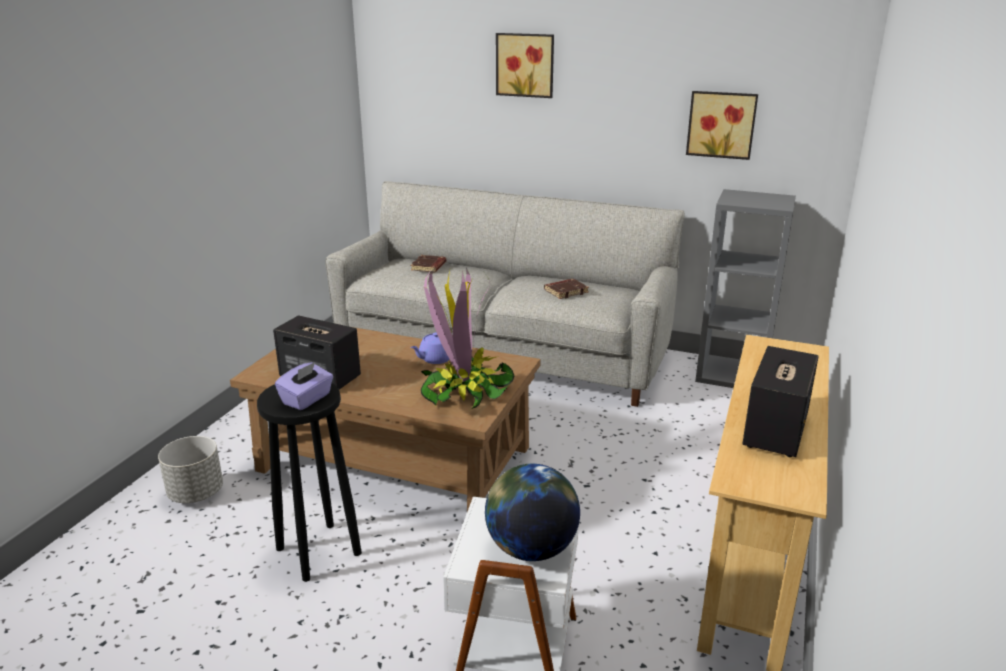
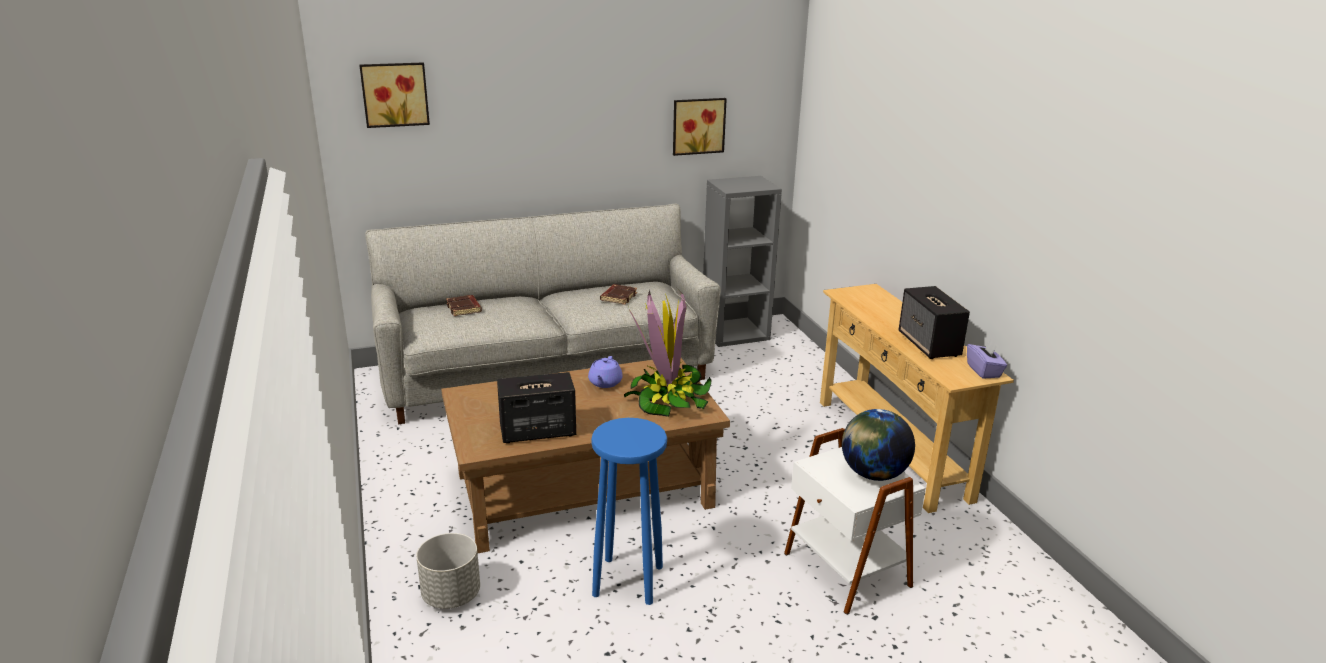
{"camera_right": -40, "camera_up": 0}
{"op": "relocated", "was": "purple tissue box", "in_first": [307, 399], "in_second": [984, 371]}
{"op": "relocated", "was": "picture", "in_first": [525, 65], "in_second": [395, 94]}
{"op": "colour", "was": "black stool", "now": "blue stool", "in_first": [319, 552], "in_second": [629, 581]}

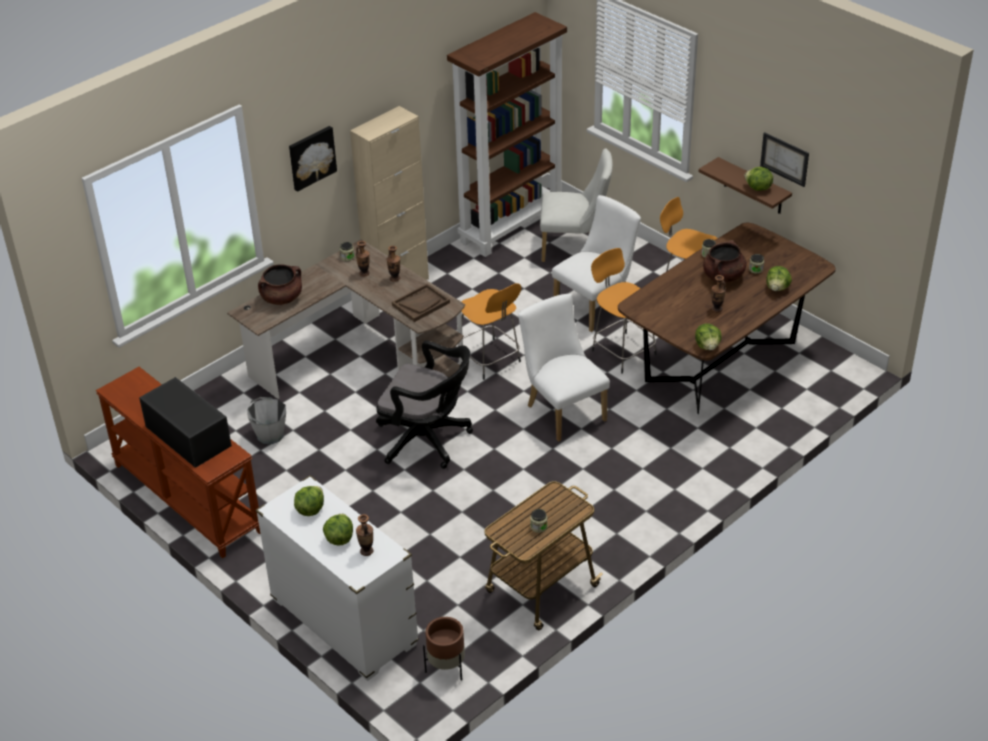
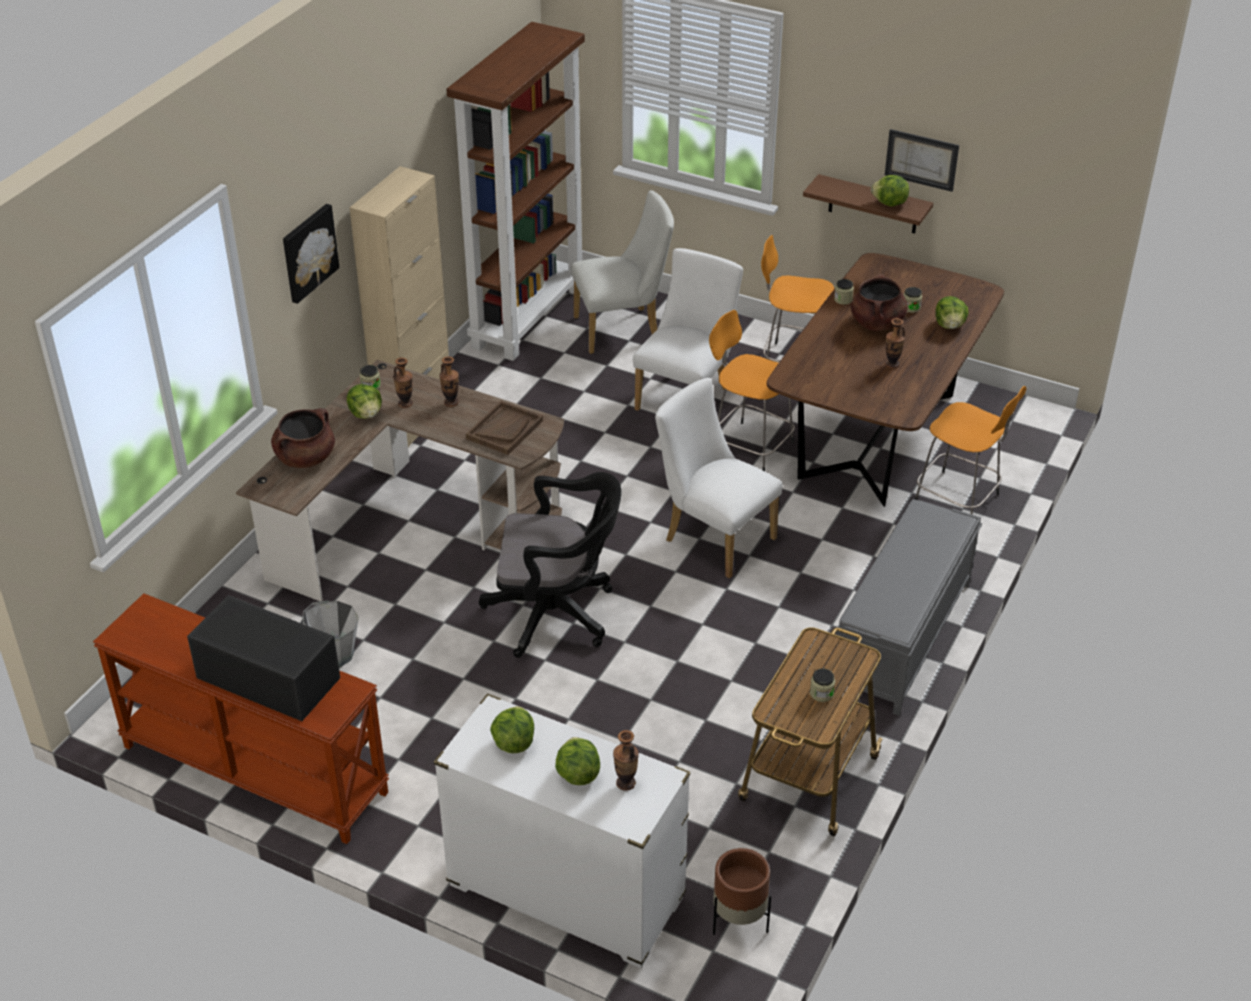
{"camera_right": -20, "camera_up": 0}
{"op": "appeared", "now": "grey bench", "in_second": [902, 637]}
{"op": "relocated", "was": "orange stool", "in_first": [490, 360], "in_second": [959, 500]}
{"op": "relocated", "was": "lettuce", "in_first": [707, 346], "in_second": [366, 414]}

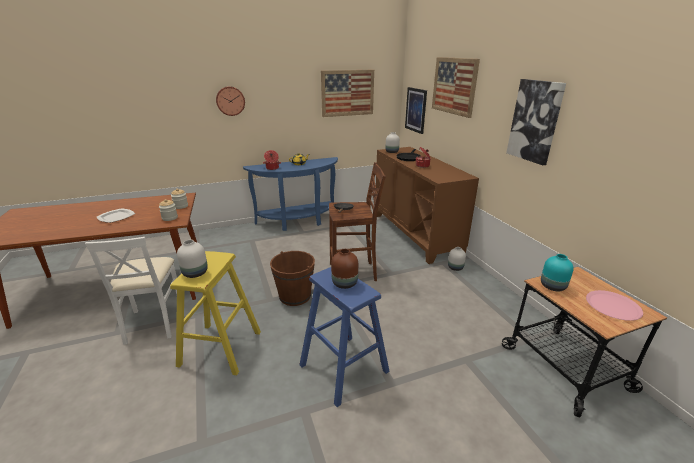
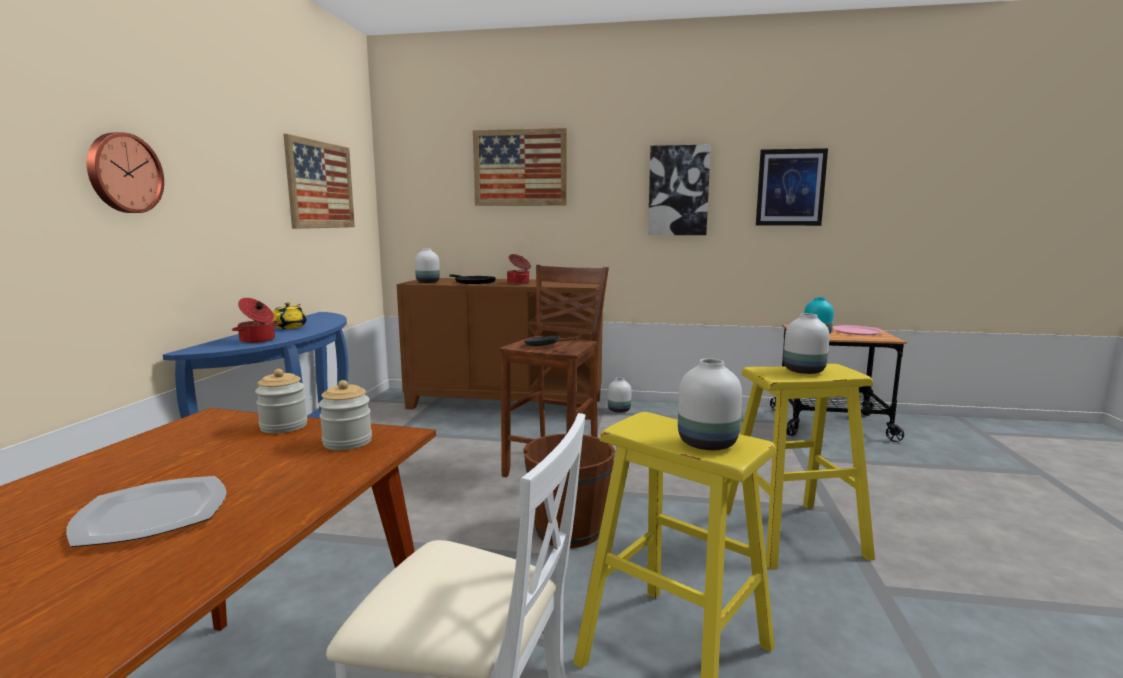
{"camera_right": -60, "camera_up": -15}
{"op": "relocated", "was": "picture", "in_first": [416, 110], "in_second": [790, 187]}
{"op": "colour", "was": "blue stool", "now": "yellow stool", "in_first": [344, 368], "in_second": [792, 534]}
{"op": "colour", "was": "brown vase", "now": "white vase", "in_first": [345, 283], "in_second": [803, 371]}

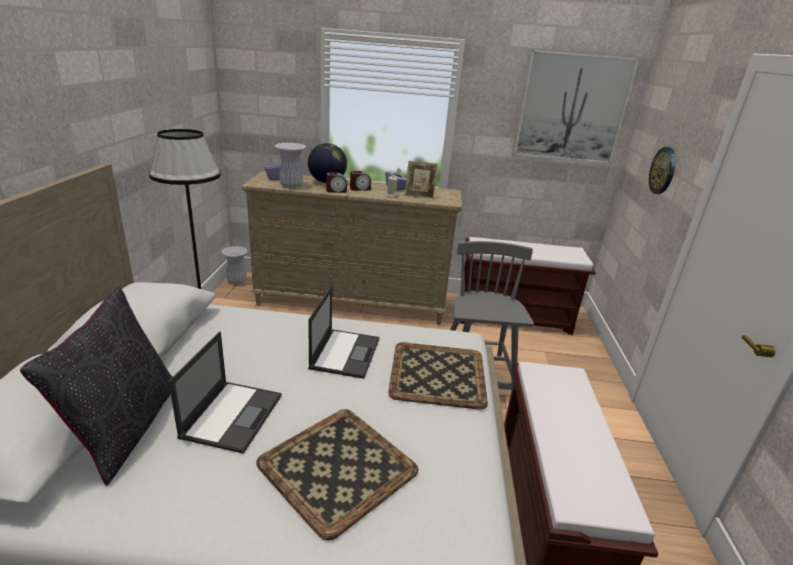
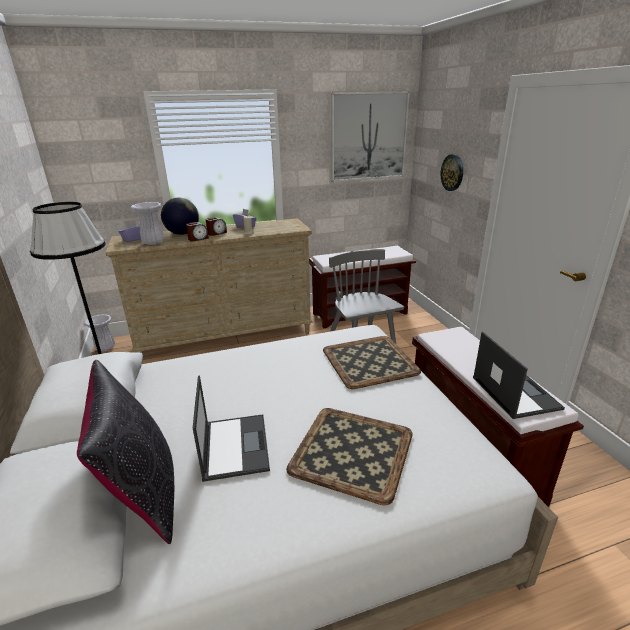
{"camera_right": -20, "camera_up": 0}
{"op": "missing", "was": "picture frame", "in_first": [419, 196]}
{"op": "relocated", "was": "laptop", "in_first": [345, 353], "in_second": [514, 392]}

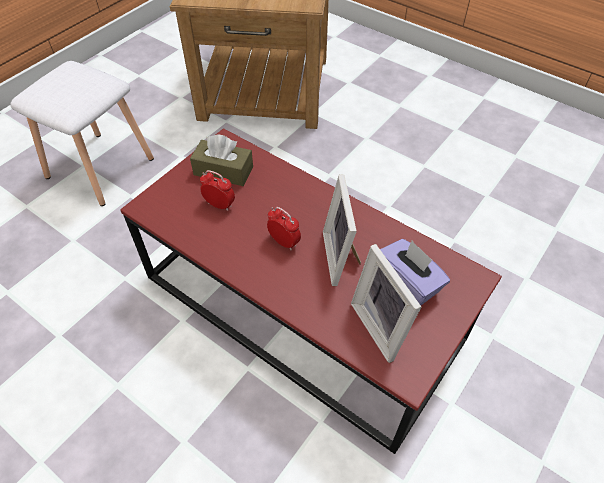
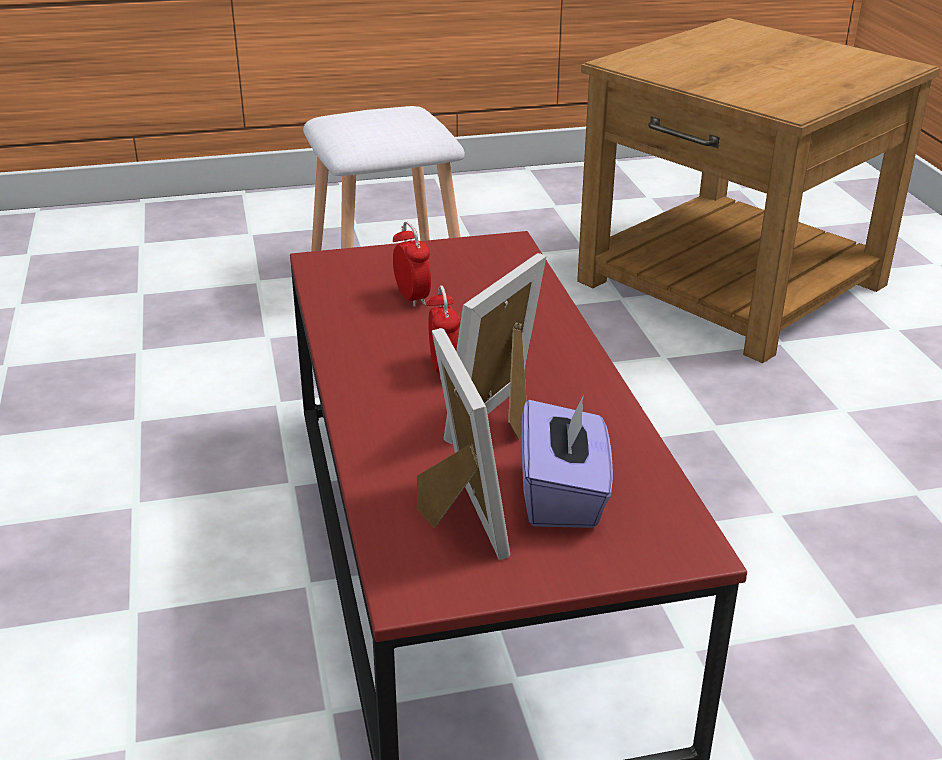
{"camera_right": 40, "camera_up": -20}
{"op": "missing", "was": "brown tissue box", "in_first": [223, 171]}
{"op": "spun", "was": "picture frame", "in_first": [383, 326], "in_second": [456, 518], "clockwise": 150}

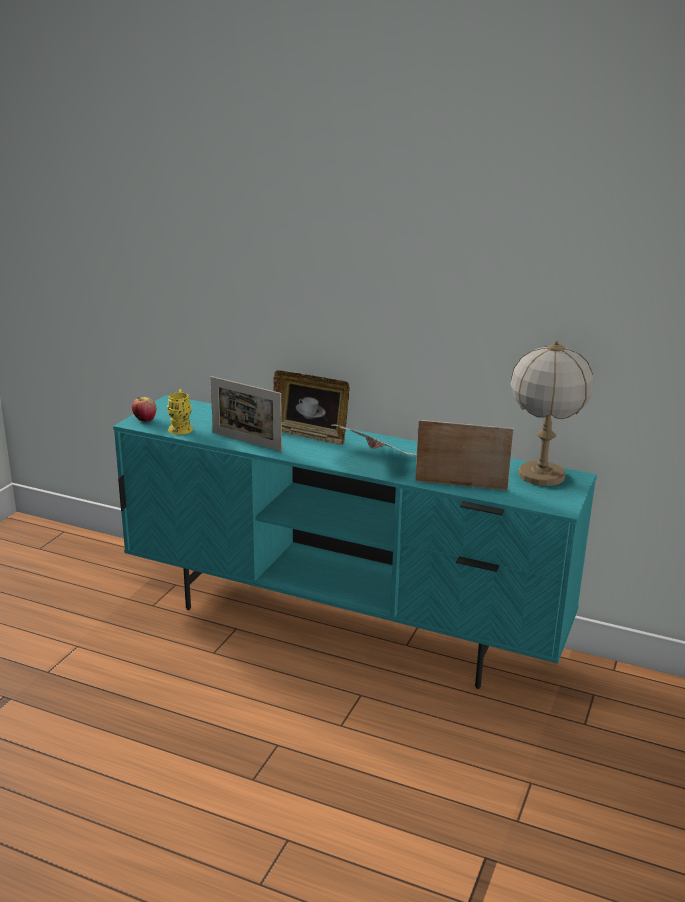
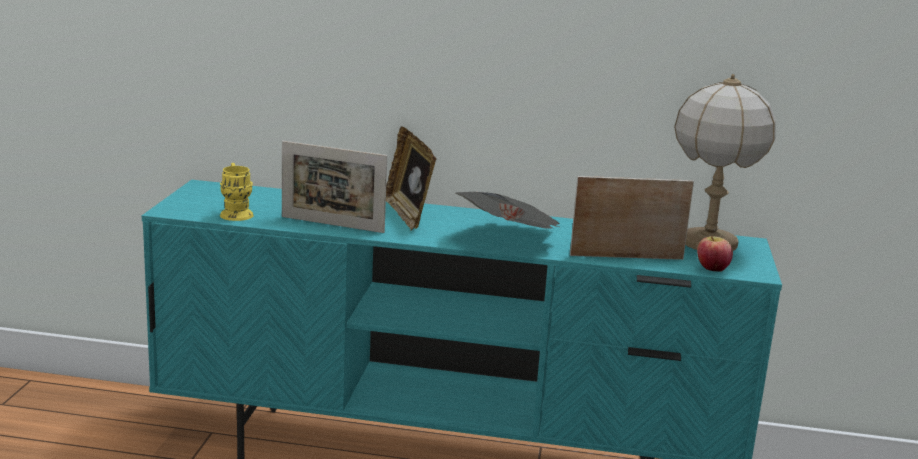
{"camera_right": -15, "camera_up": -5}
{"op": "relocated", "was": "apple", "in_first": [145, 420], "in_second": [712, 269]}
{"op": "spun", "was": "picture frame", "in_first": [310, 435], "in_second": [408, 214], "clockwise": 60}

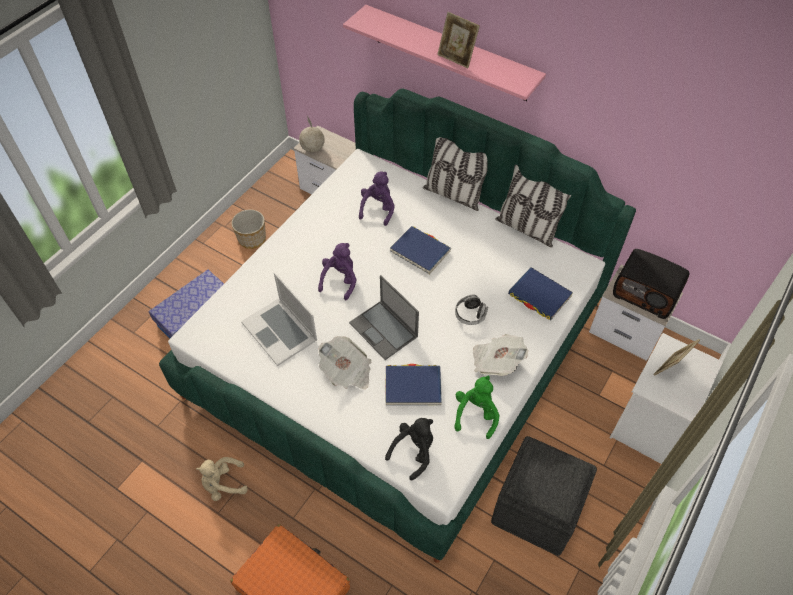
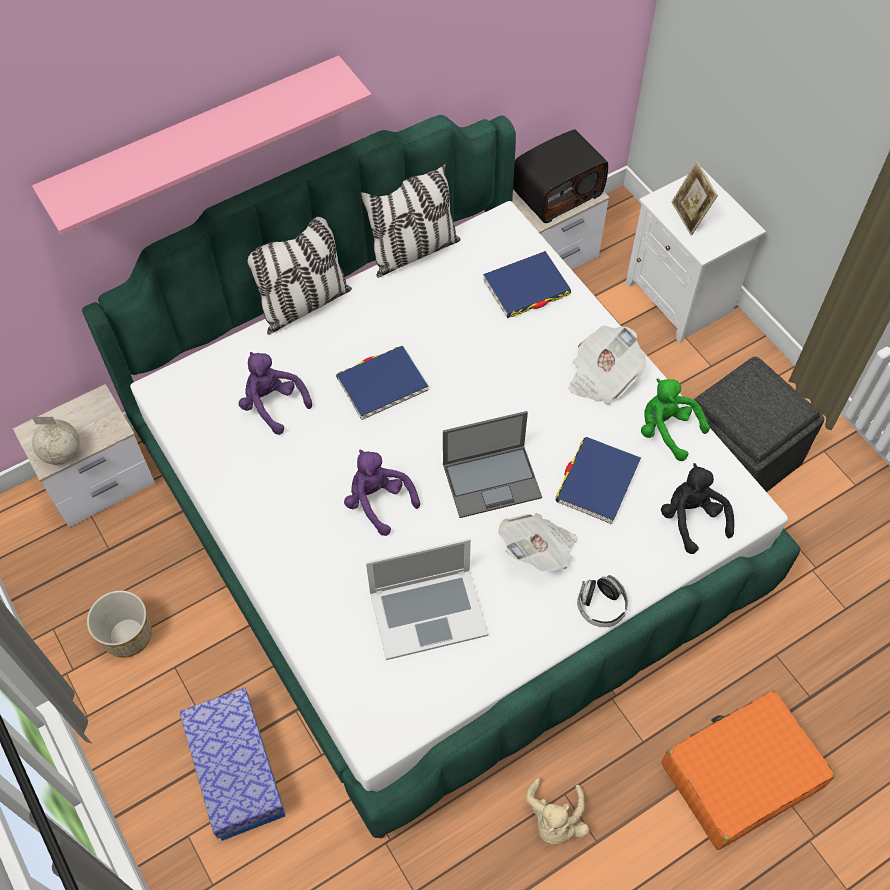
{"camera_right": -65, "camera_up": 5}
{"op": "missing", "was": "picture frame", "in_first": [456, 58]}
{"op": "relocated", "was": "headphones", "in_first": [470, 315], "in_second": [601, 606]}

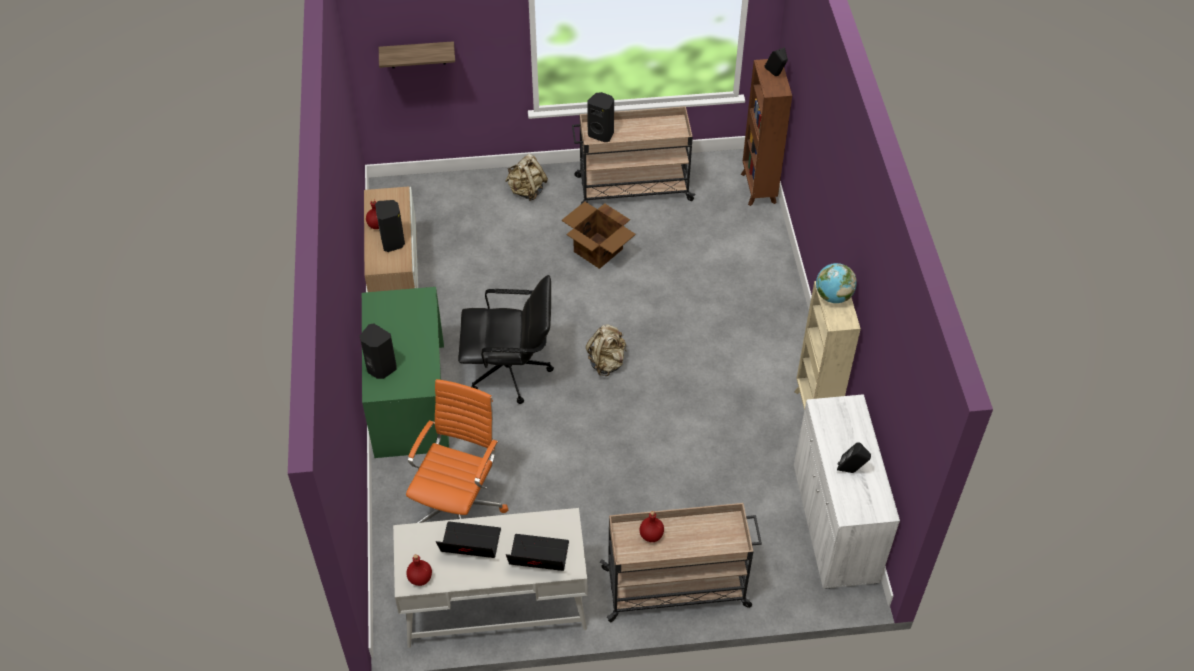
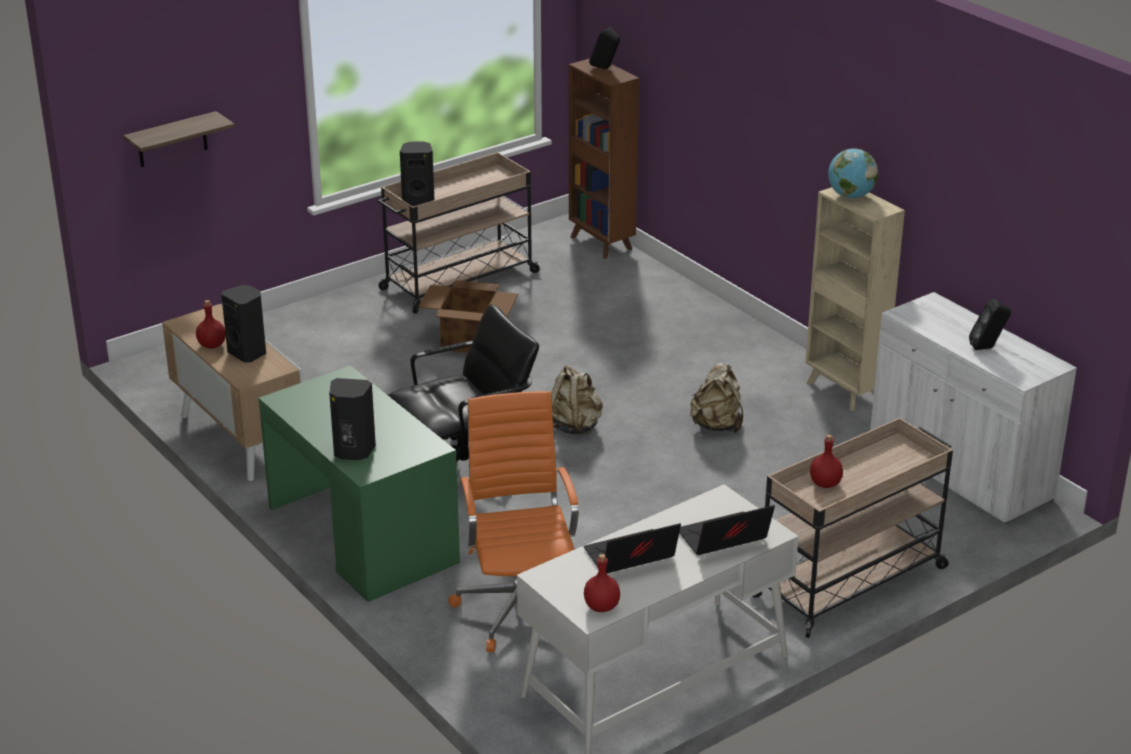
{"camera_right": -30, "camera_up": -20}
{"op": "relocated", "was": "beige backpack", "in_first": [526, 191], "in_second": [717, 425]}

